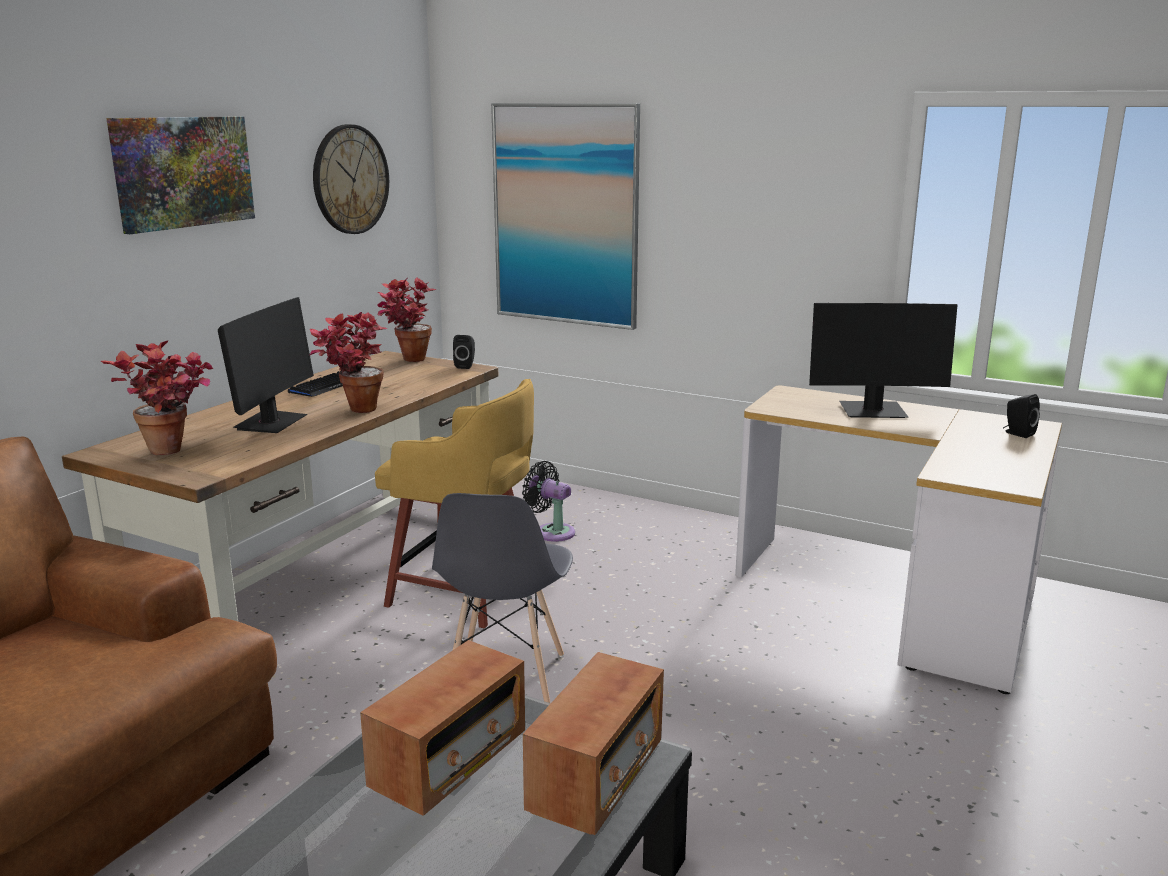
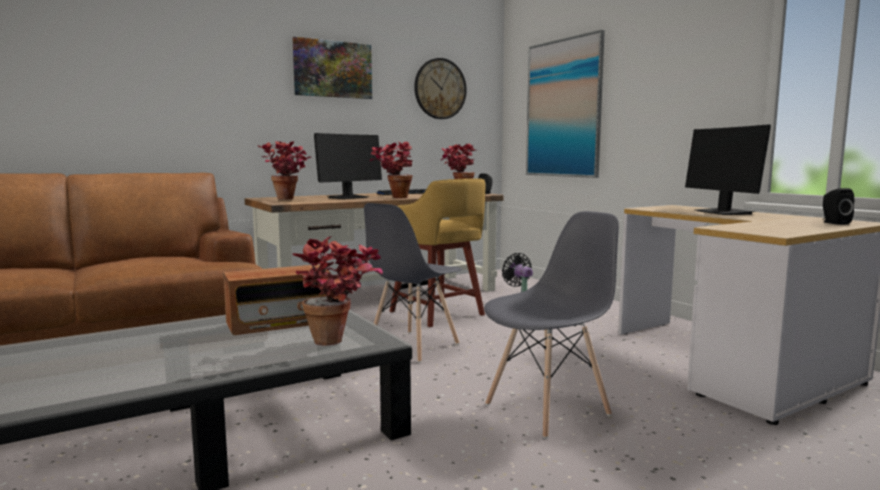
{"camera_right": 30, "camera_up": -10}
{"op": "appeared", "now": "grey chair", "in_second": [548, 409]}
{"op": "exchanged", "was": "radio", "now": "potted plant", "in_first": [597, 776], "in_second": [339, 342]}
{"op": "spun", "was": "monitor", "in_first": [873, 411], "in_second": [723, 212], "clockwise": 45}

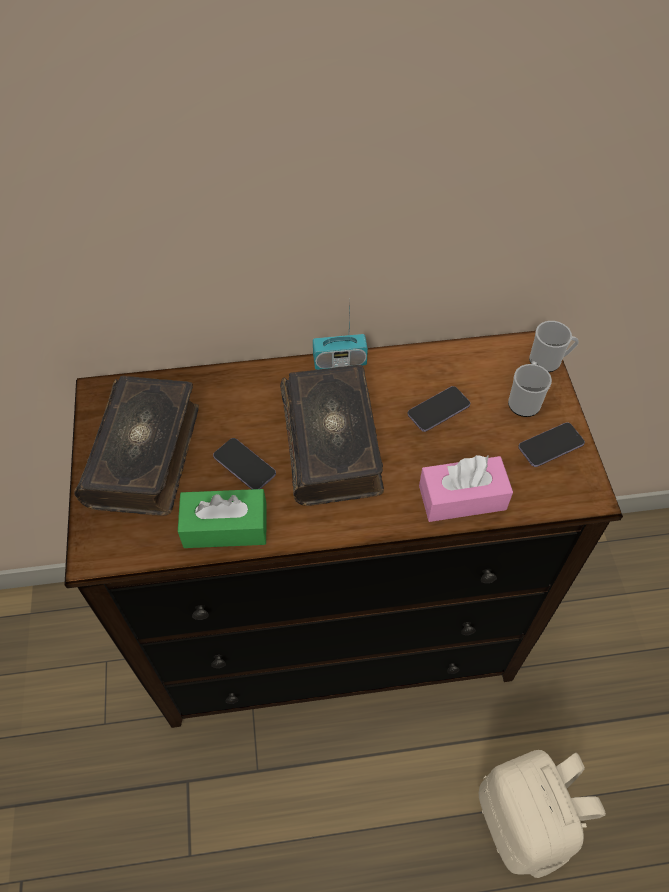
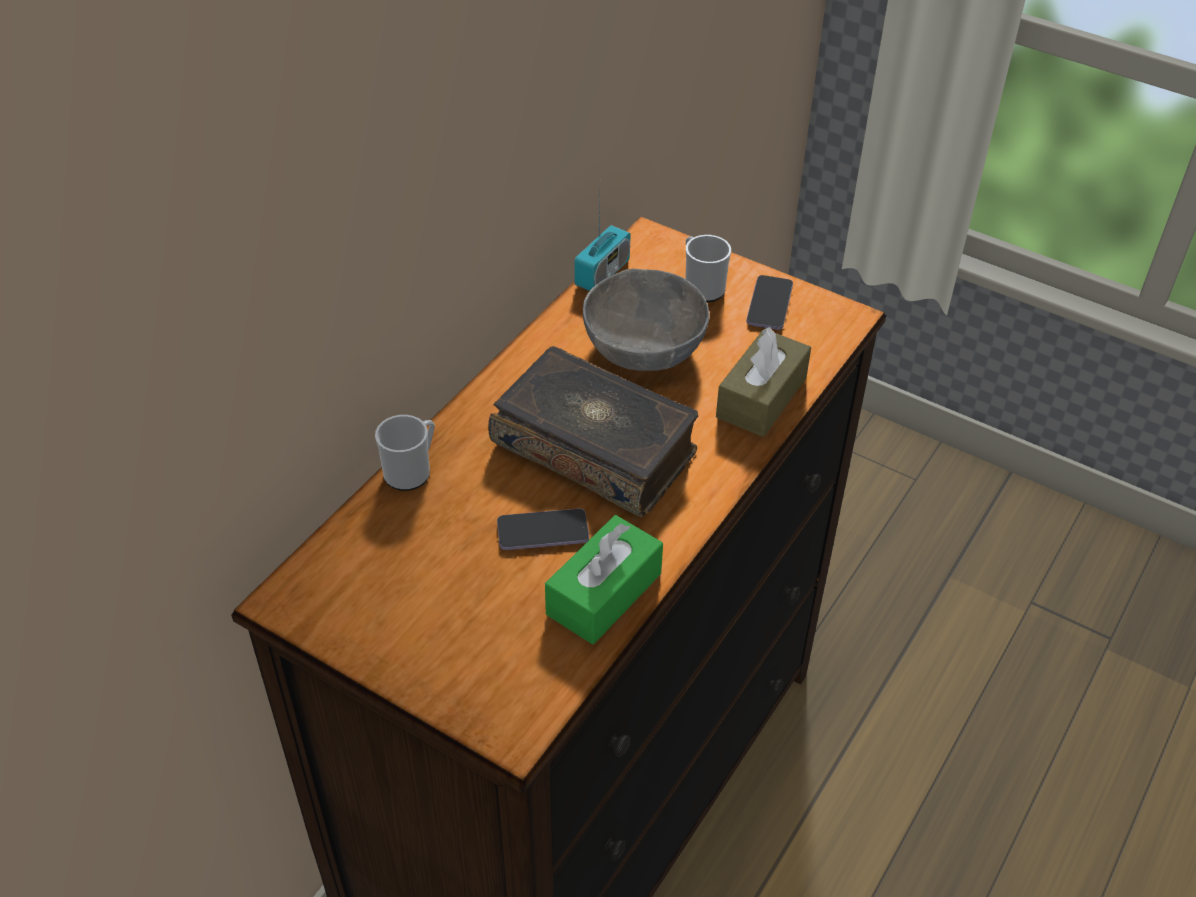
{"camera_right": -50, "camera_up": -10}
{"op": "missing", "was": "book", "in_first": [146, 455]}
{"op": "missing", "was": "beige backpack", "in_first": [524, 821]}
{"op": "relocated", "was": "radio", "in_first": [339, 361], "in_second": [602, 273]}
{"op": "relocated", "was": "mug", "in_first": [548, 361], "in_second": [411, 471]}
{"op": "exchanged", "was": "phone", "now": "grey bowl", "in_first": [438, 410], "in_second": [644, 348]}
{"op": "colour", "was": "pink tissue box", "now": "brown tissue box", "in_first": [462, 497], "in_second": [761, 397]}

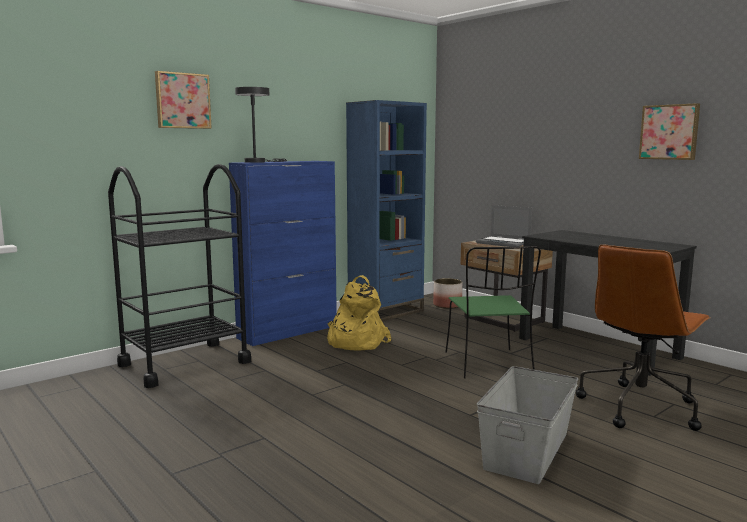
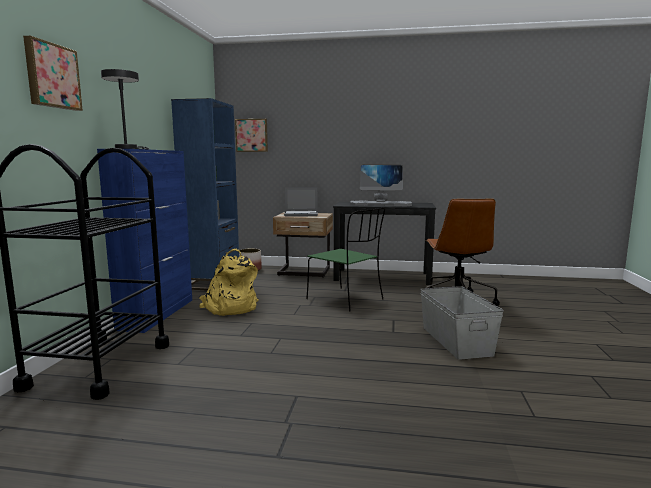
{"camera_right": -40, "camera_up": 0}
{"op": "appeared", "now": "monitor", "in_second": [381, 204]}
{"op": "relocated", "was": "picture", "in_first": [669, 132], "in_second": [252, 135]}

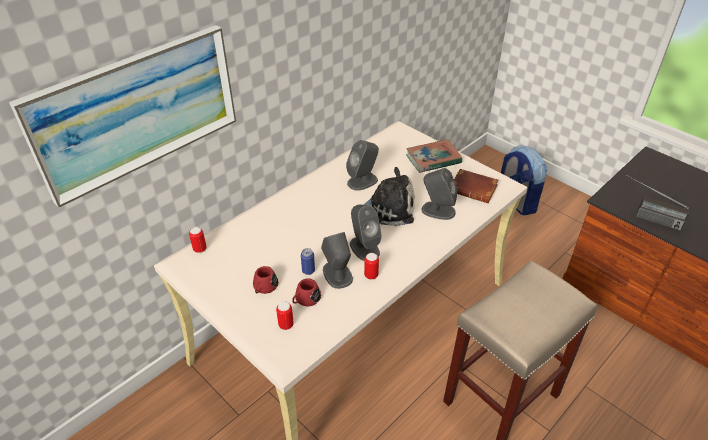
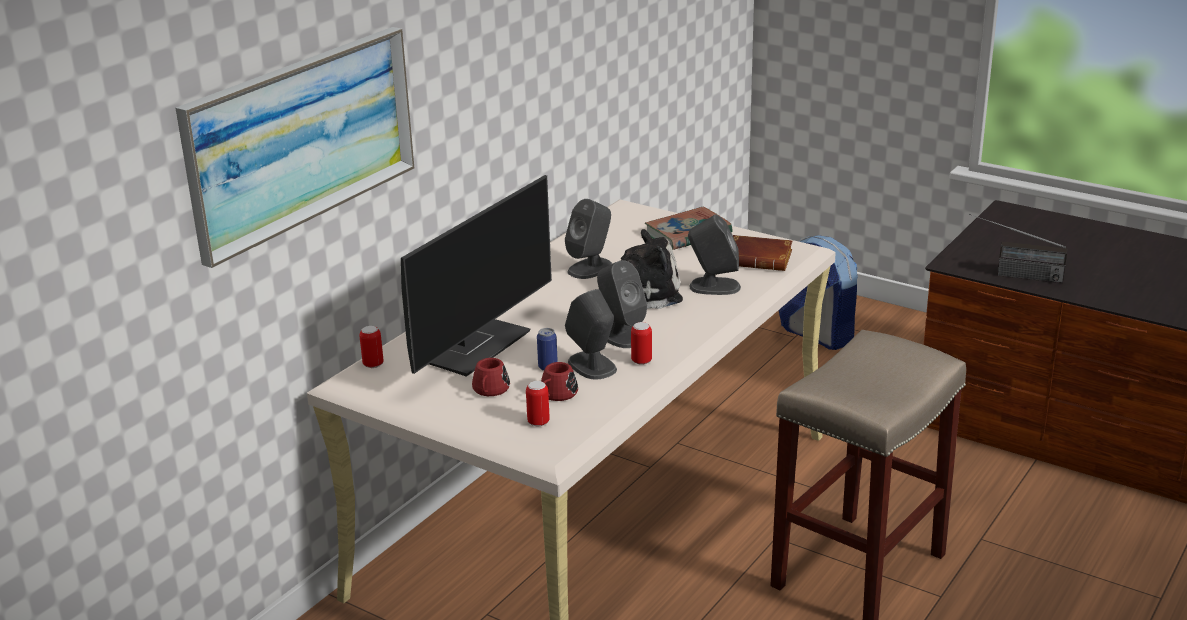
{"camera_right": -10, "camera_up": -15}
{"op": "appeared", "now": "monitor", "in_second": [473, 346]}

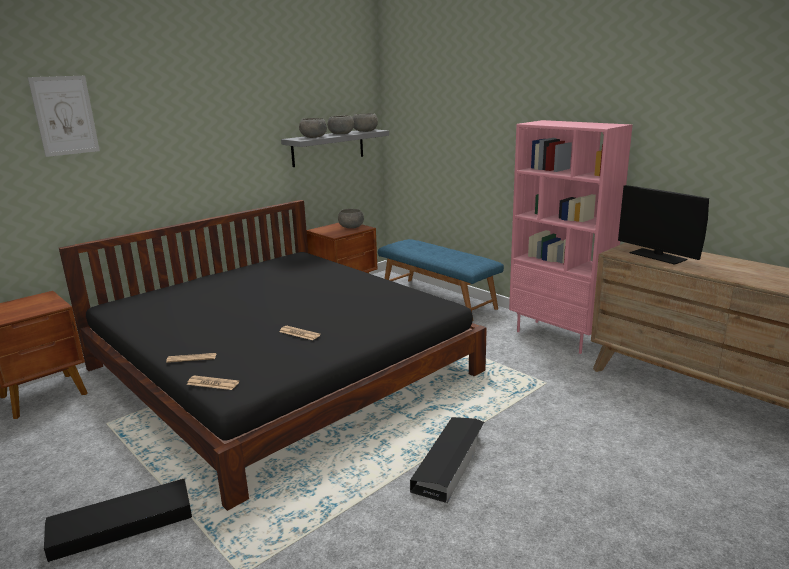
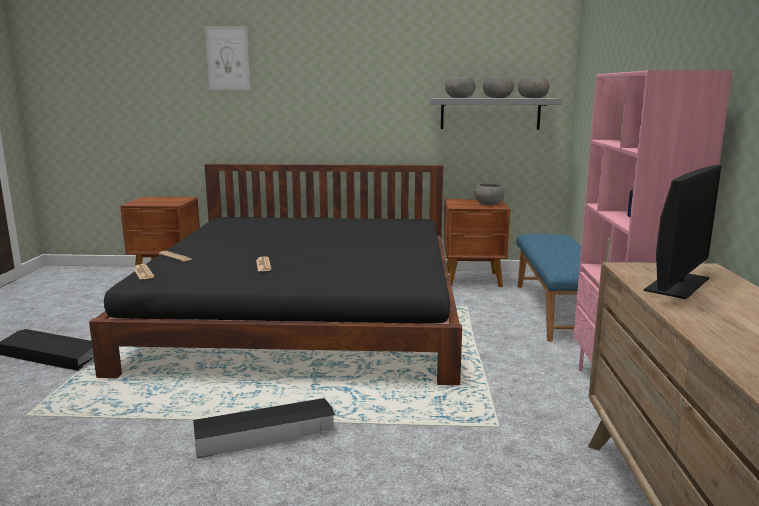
{"camera_right": 45, "camera_up": -5}
{"op": "spun", "was": "monitor", "in_first": [657, 256], "in_second": [677, 284], "clockwise": -150}

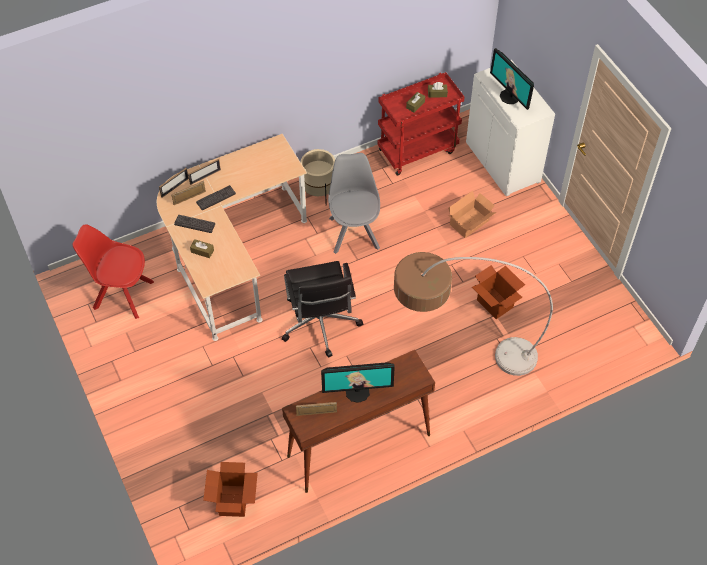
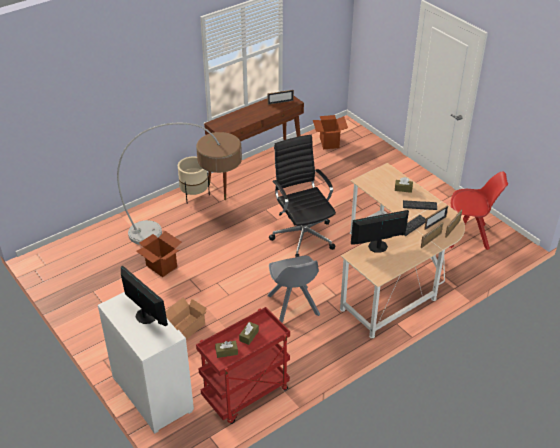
{"camera_right": 170, "camera_up": -15}
{"op": "relocated", "was": "beige planter", "in_first": [319, 192], "in_second": [194, 195]}
{"op": "relocated", "was": "monitor", "in_first": [357, 392], "in_second": [378, 247]}

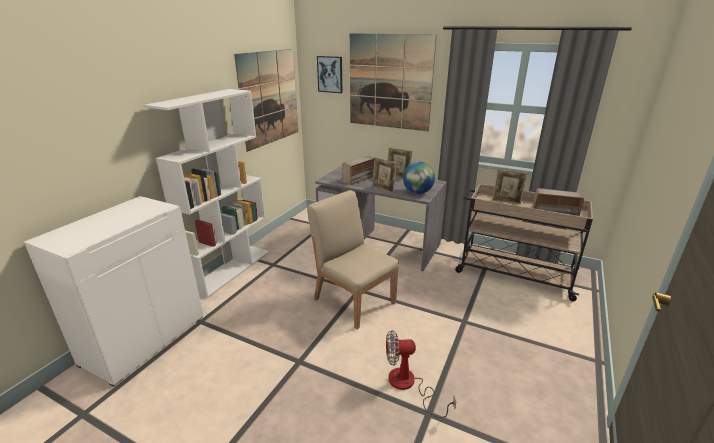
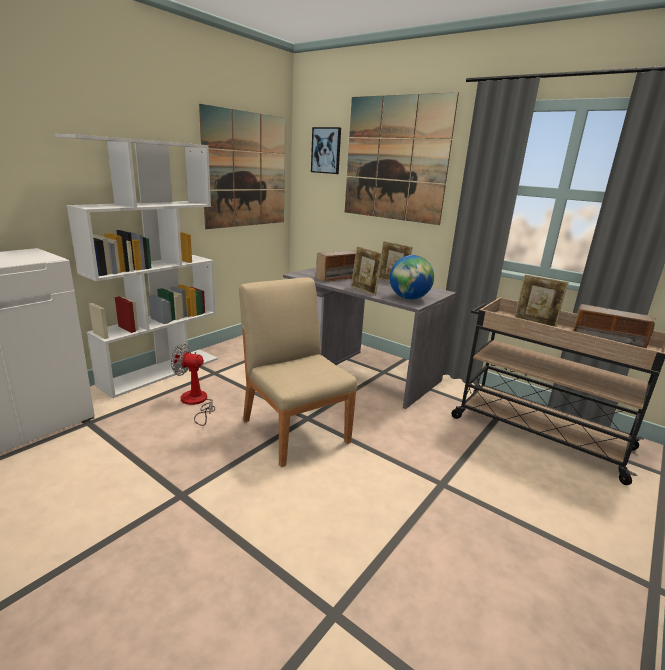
{"camera_right": 10, "camera_up": -5}
{"op": "relocated", "was": "fan", "in_first": [409, 385], "in_second": [196, 403]}

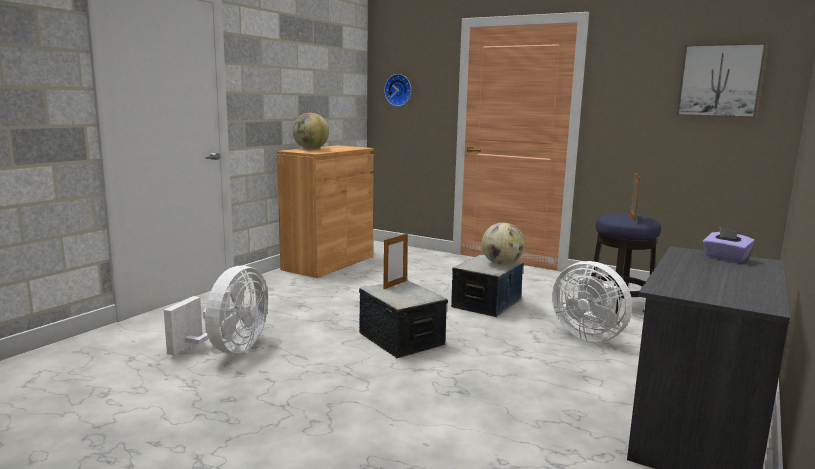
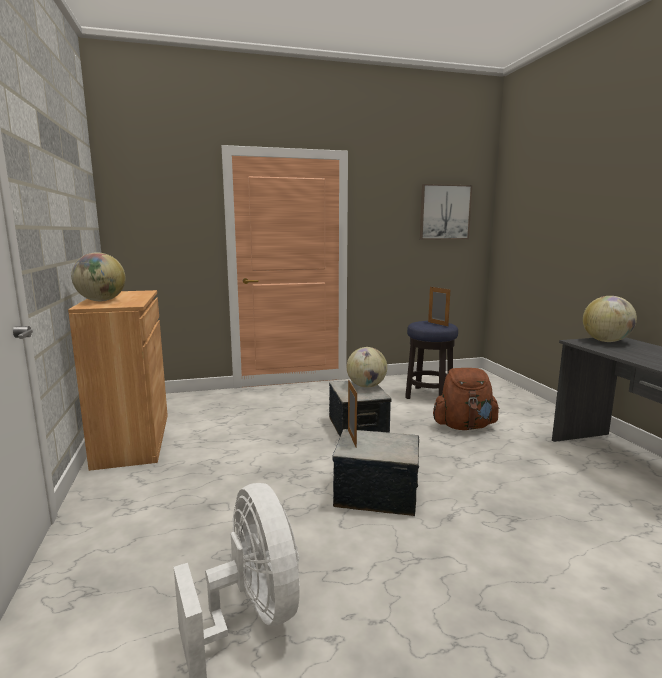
{"camera_right": -45, "camera_up": 0}
{"op": "missing", "was": "wall clock", "in_first": [399, 90]}
{"op": "exchanged", "was": "white fan", "now": "brown backpack", "in_first": [589, 335], "in_second": [464, 426]}
{"op": "exchanged", "was": "purple tissue box", "now": "globe", "in_first": [725, 258], "in_second": [606, 341]}

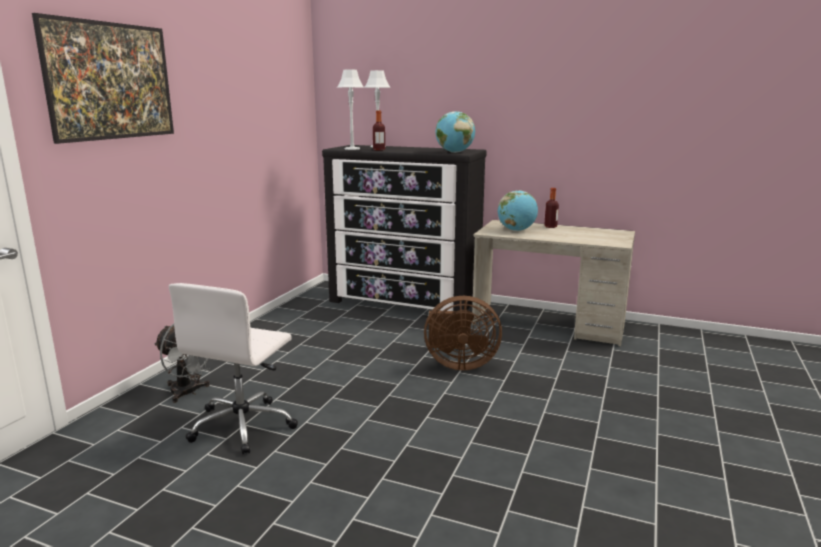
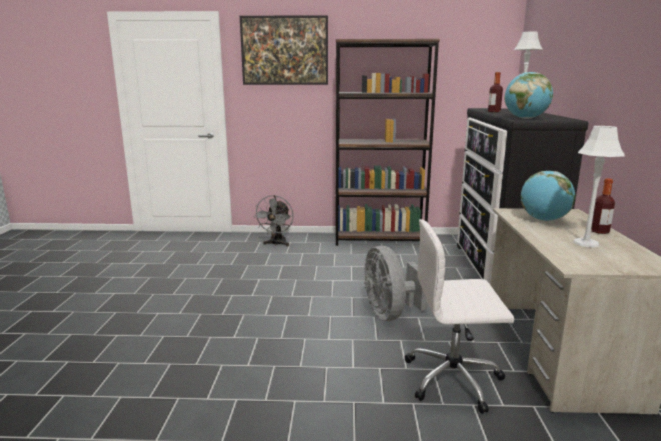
{"camera_right": 70, "camera_up": 0}
{"op": "appeared", "now": "brown bookcase", "in_second": [379, 240]}
{"op": "relocated", "was": "white office chair", "in_first": [243, 425], "in_second": [454, 379]}
{"op": "relocated", "was": "white table lamp", "in_first": [352, 149], "in_second": [585, 243]}
{"op": "colour", "was": "brown fan", "now": "grey fan", "in_first": [458, 364], "in_second": [390, 314]}

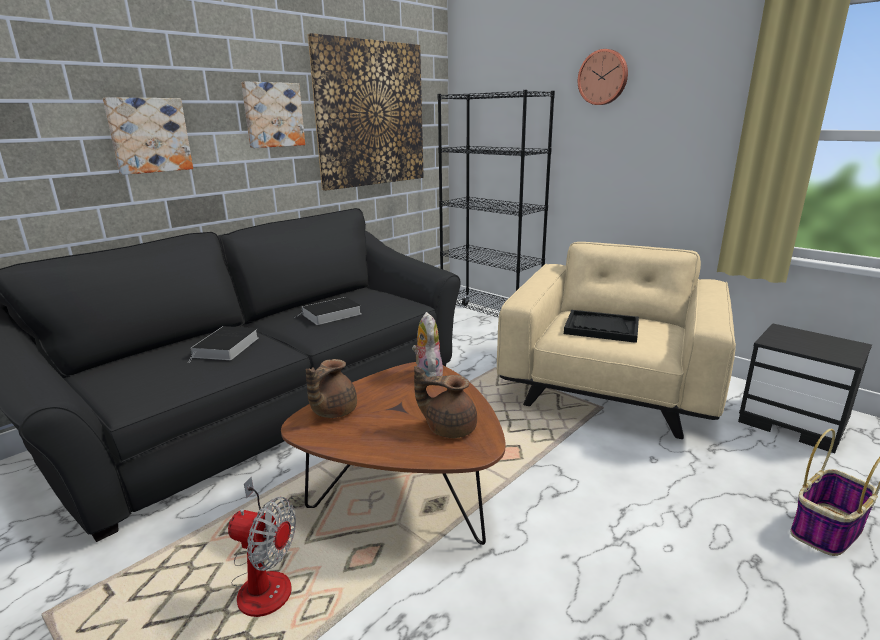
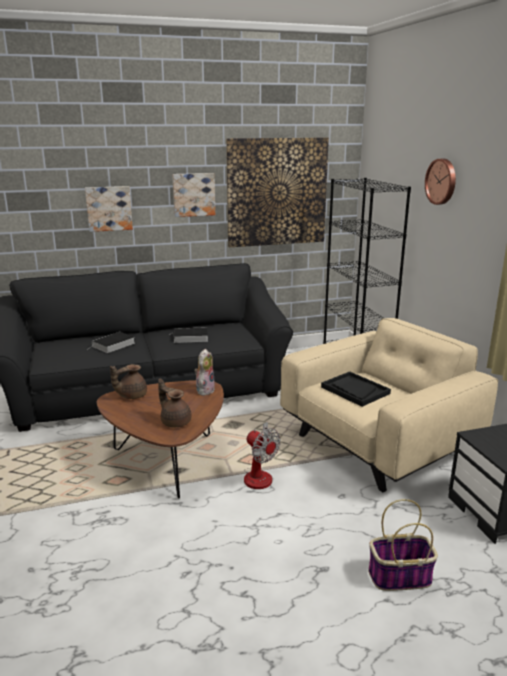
{"camera_right": 30, "camera_up": 0}
{"op": "relocated", "was": "fan", "in_first": [263, 579], "in_second": [259, 474]}

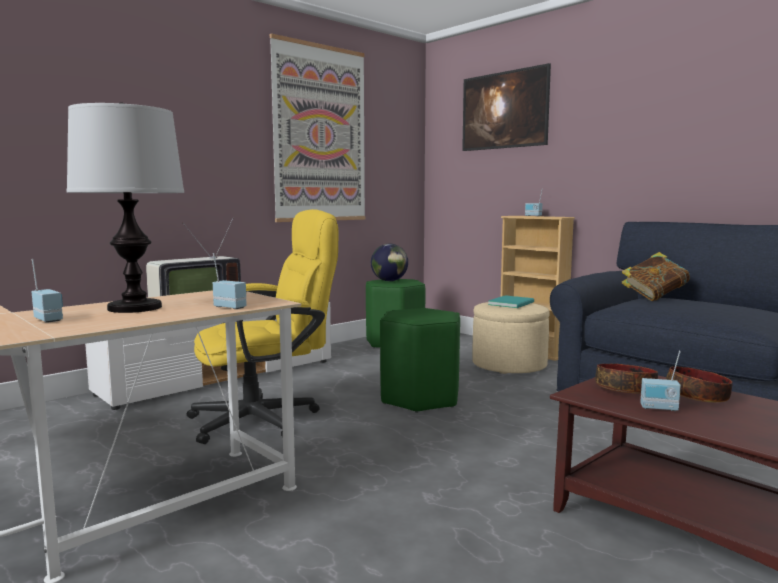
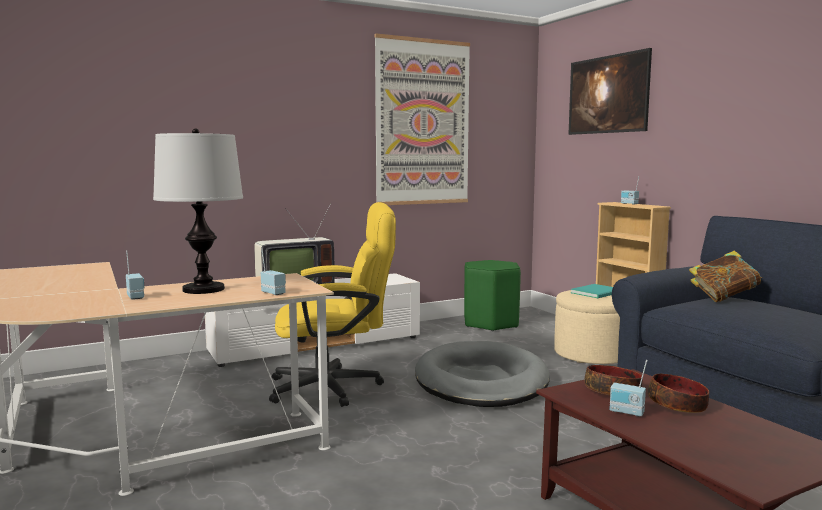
{"camera_right": 15, "camera_up": 0}
{"op": "missing", "was": "globe", "in_first": [389, 281]}
{"op": "exchanged", "was": "green stool", "now": "grey dog bed", "in_first": [419, 399], "in_second": [481, 381]}

